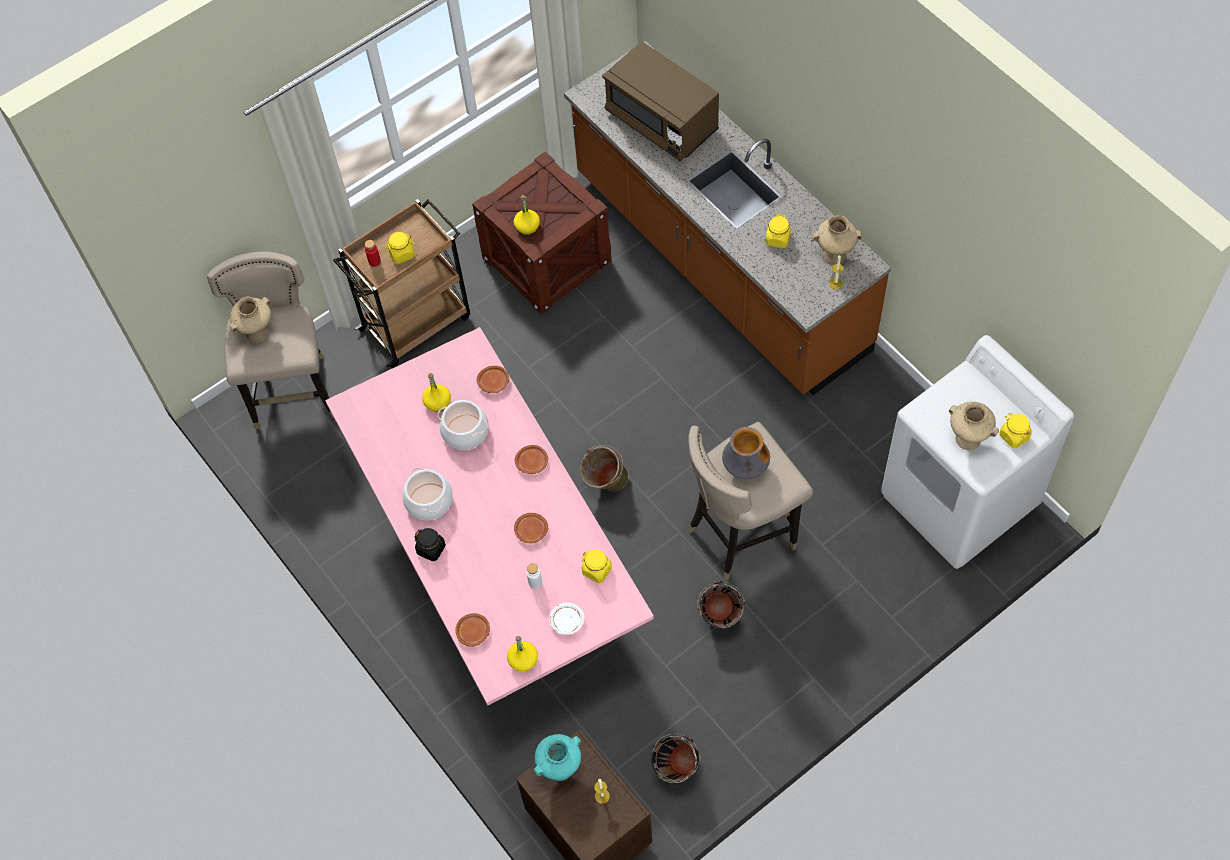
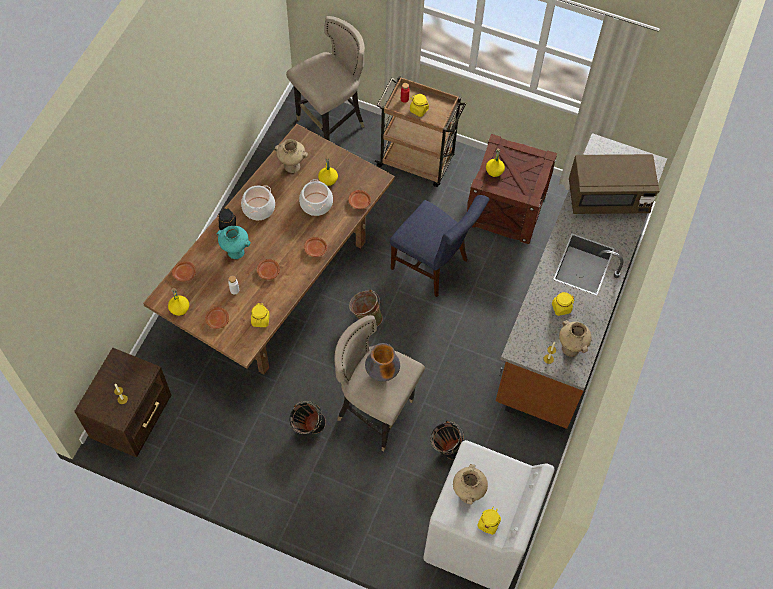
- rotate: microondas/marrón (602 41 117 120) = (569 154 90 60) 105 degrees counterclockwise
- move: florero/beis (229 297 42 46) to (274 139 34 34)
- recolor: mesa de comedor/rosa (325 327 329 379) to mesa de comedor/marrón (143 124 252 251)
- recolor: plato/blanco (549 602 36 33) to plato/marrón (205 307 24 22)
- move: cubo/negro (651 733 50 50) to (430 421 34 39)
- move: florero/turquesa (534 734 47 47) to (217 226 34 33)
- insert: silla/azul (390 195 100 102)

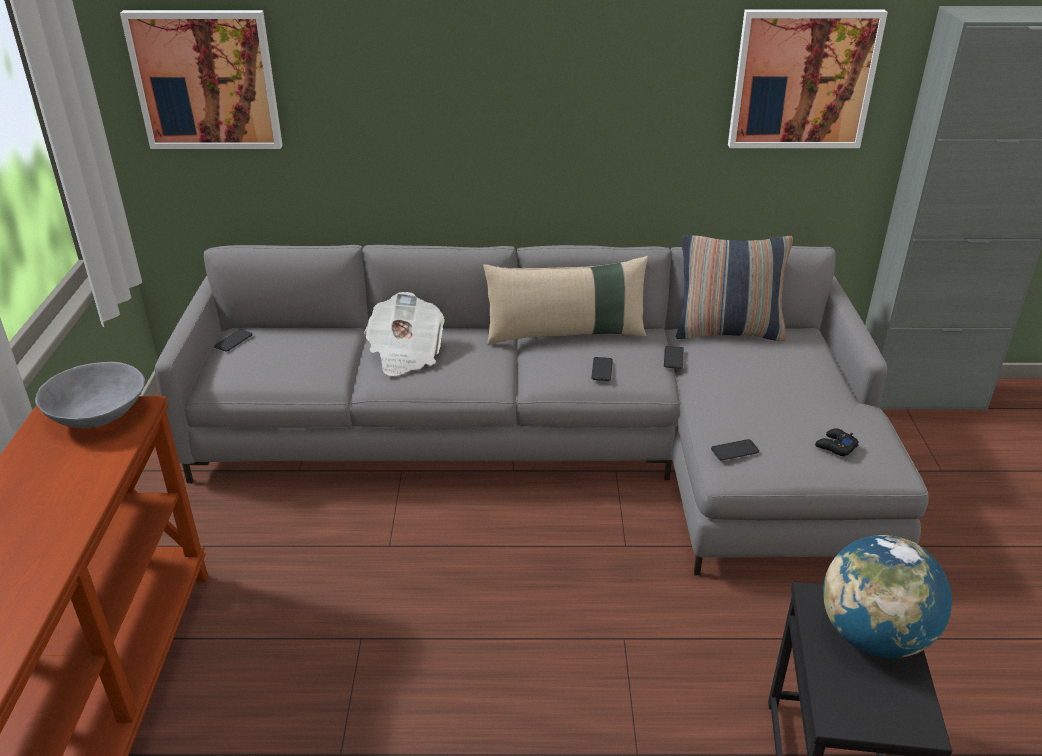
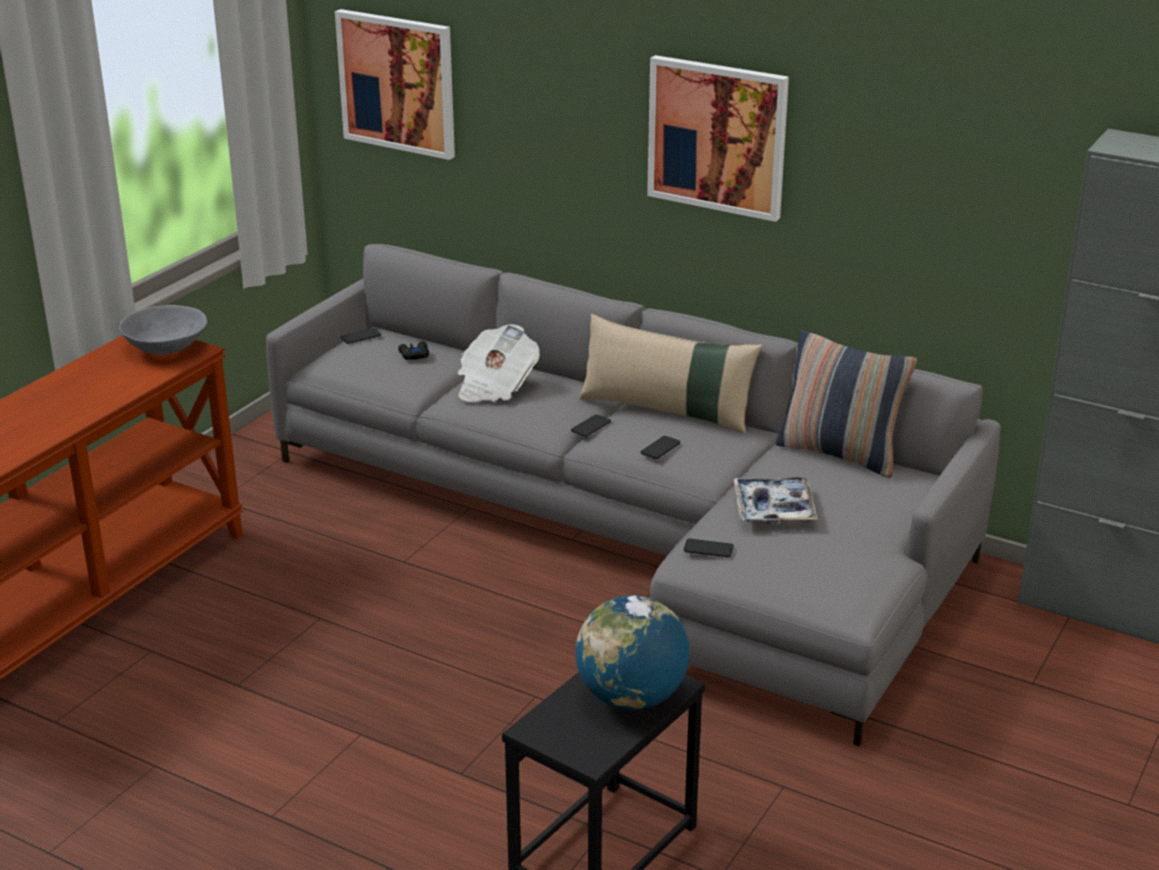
- move: cuadro (728 10 160 138) to (647 55 142 167)
- move: móvil (664 346 20 23) to (571 415 40 22)
- move: mando de consola/negro (815 428 44 28) to (398 342 31 18)
- insert: bandeja (734 477 83 48)

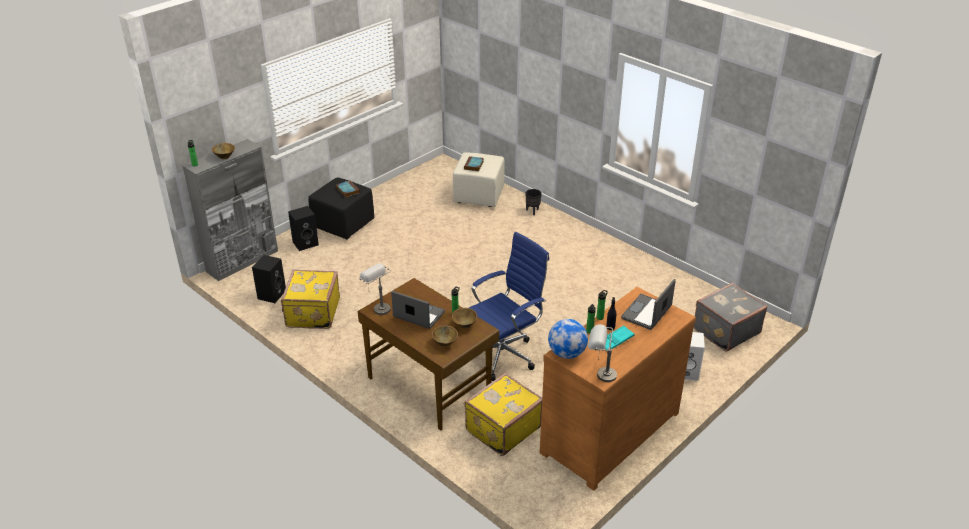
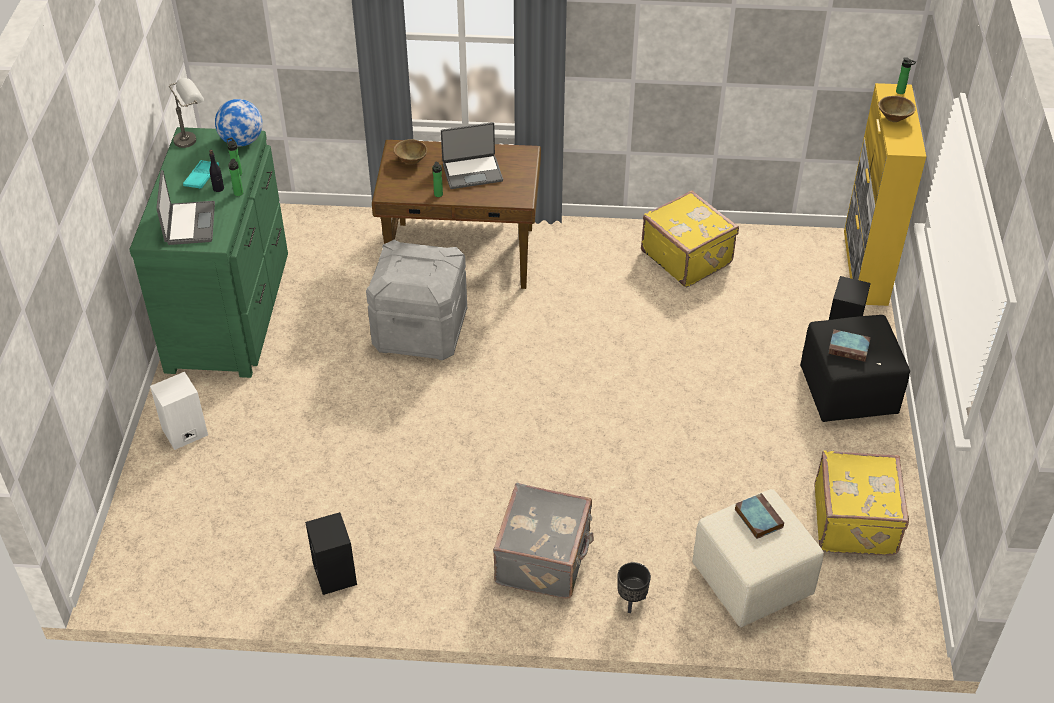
- recolor: armario/gris (183 139 95 142) to armario/amarillo (844 83 82 223)
- replace: silla de oficina/azul (469 232 80 149) to caja de almacenaje/gris (366 240 101 120)
- move: altavoz/negro (252 255 34 48) to (305 512 52 83)
- delete: lámpara de mesa/gris (359 263 32 52)
- move: maleta/gris (693 283 75 69) to (493 483 101 116)
- recolor: cómoda/marrón (540 287 156 204) to cómoda/verde (129 127 159 251)
- delete: cuenco/marrón (452 308 25 20)
- move: maleta/amarillo (465 373 77 83) to (815 450 94 106)

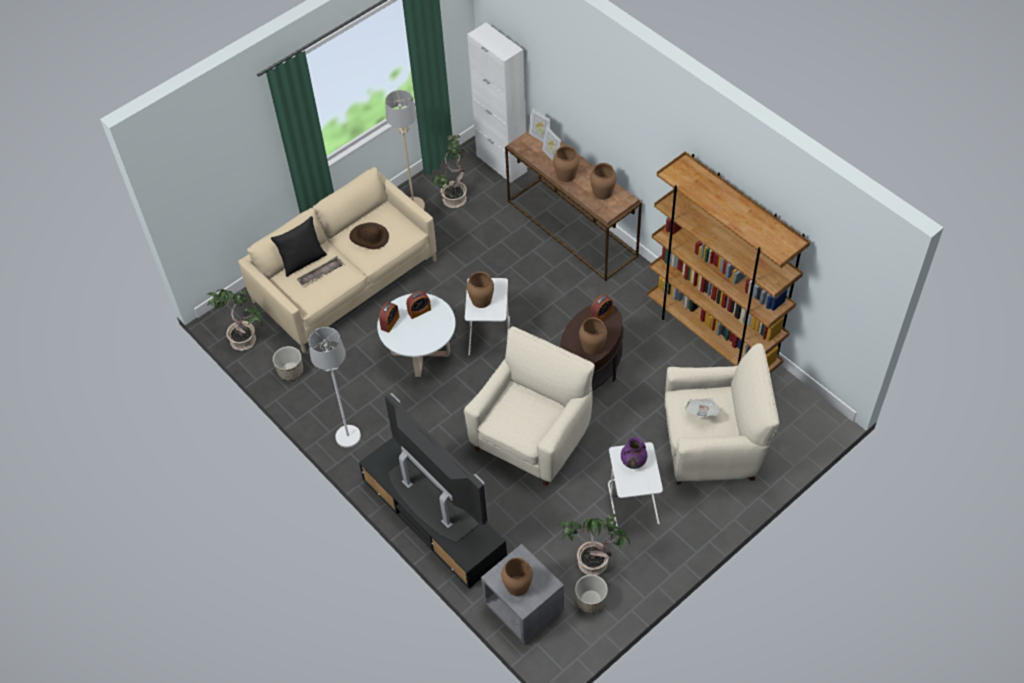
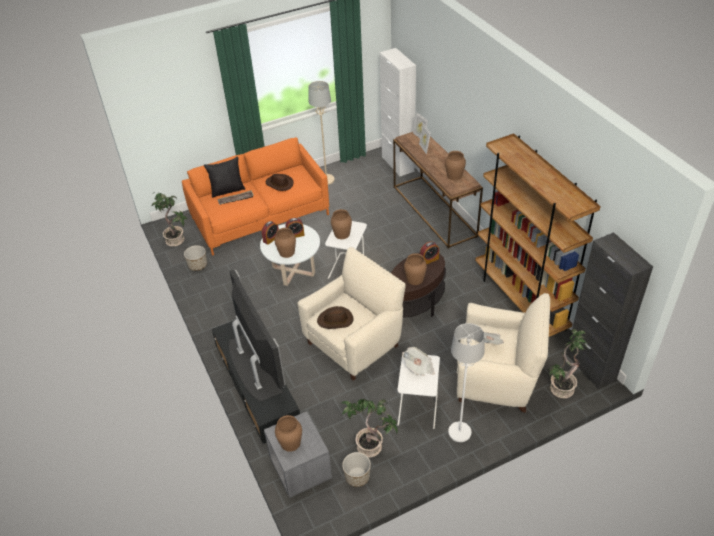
- move: planta en maceta (433 135 35 73) to (548 329 40 69)
- move: florero/marrón (553 146 26 36) to (274 228 22 30)
- recolor: sofá/beis (238 167 199 186) to sofá/naranja (182 137 147 119)
- move: lámpara de pie/blanco (309 327 52 121) to (448 323 36 119)
- replace: florero/morado (621 437 26 32) to periódico (402 347 33 29)
- insert: armario/negro (566 232 87 157)
- insert: sombrero/marrón (317 306 37 23)

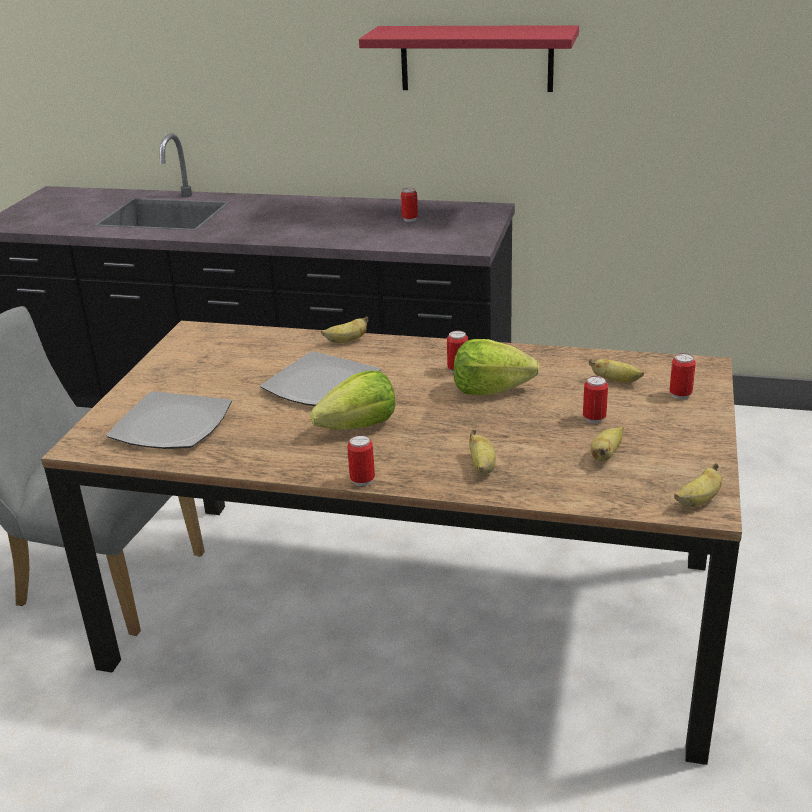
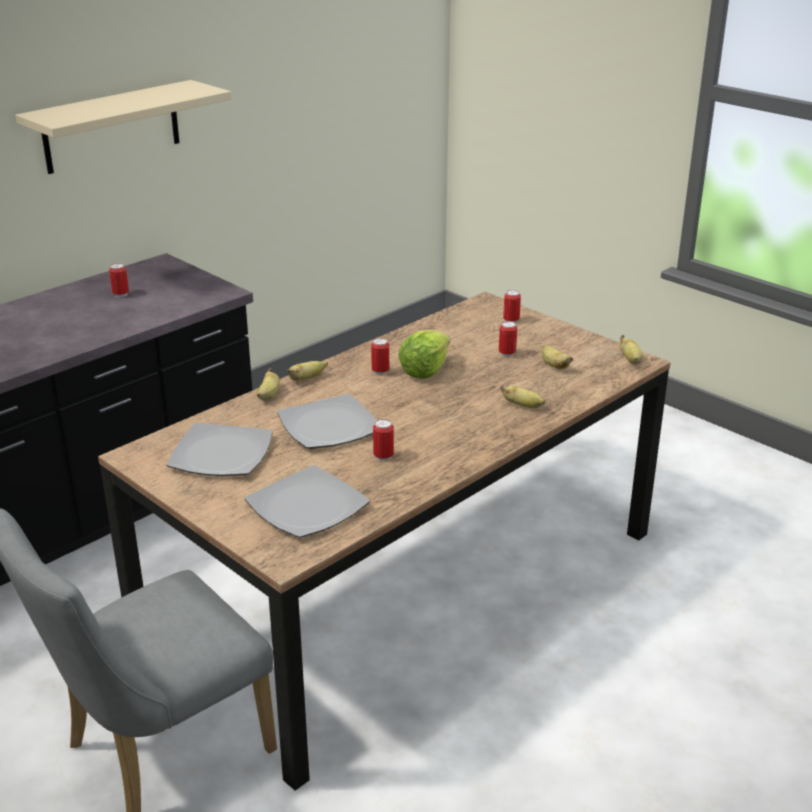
- recolor: estante/rojo (359 25 220 67) to estante/beis (15 80 217 94)
- move: plátano (589 359 55 24) to (287 361 41 20)
- delete: lechuga (310 371 86 59)
- move: lata (347 435 28 51) to (373 419 21 42)
- insert: plato (166 423 107 53)

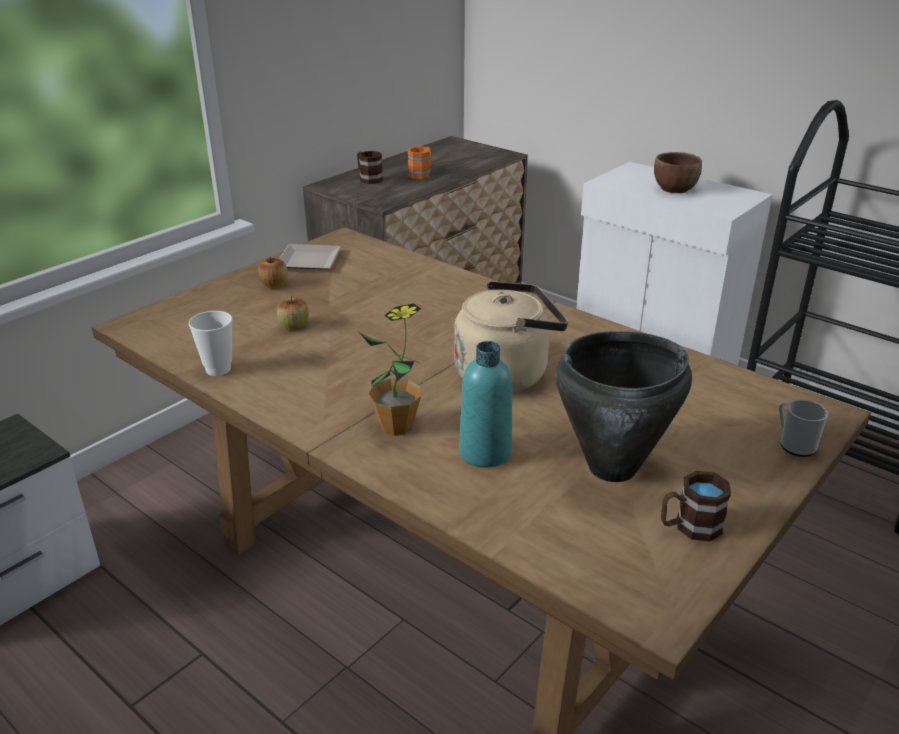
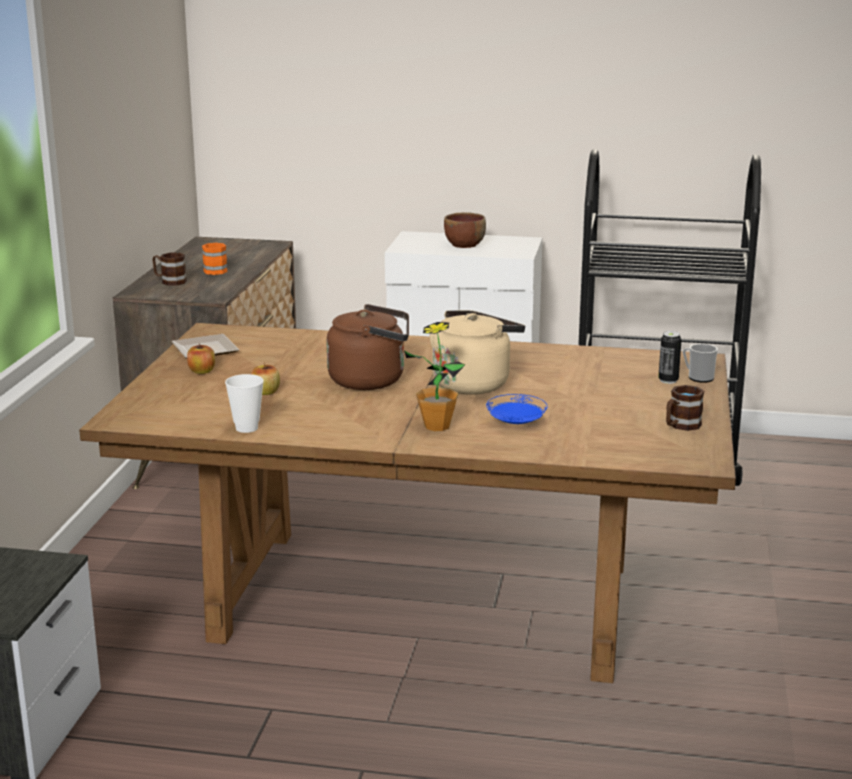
- delete: olla/negro (556 331 136 151)
- replace: botella/turquesa (459 341 53 127) to plato/azul (486 394 61 30)
- insert: hervidor/marrón (327 304 82 86)
- insert: lata (658 331 24 53)

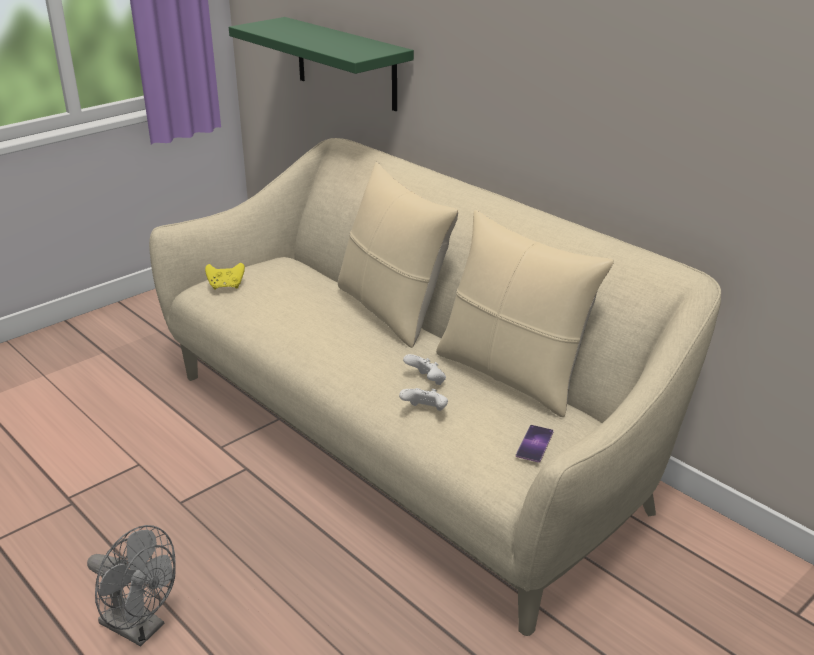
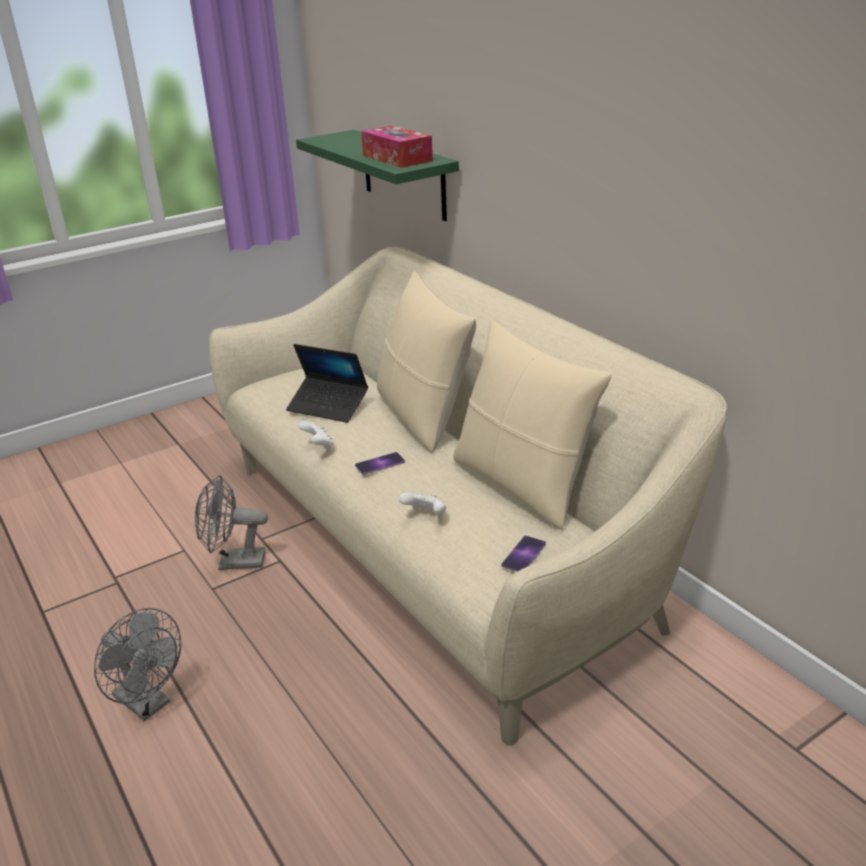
- delete: mando de consola/amarillo (205 263 40 27)
- move: mando de consola/blanco (403 354 43 31) to (298 421 36 29)
- insert: caja de pañuelos (361 125 72 43)
- insert: portátil (286 344 82 79)
- insert: móvil (355 452 50 23)
- insert: ventilador/gris (195 475 73 95)

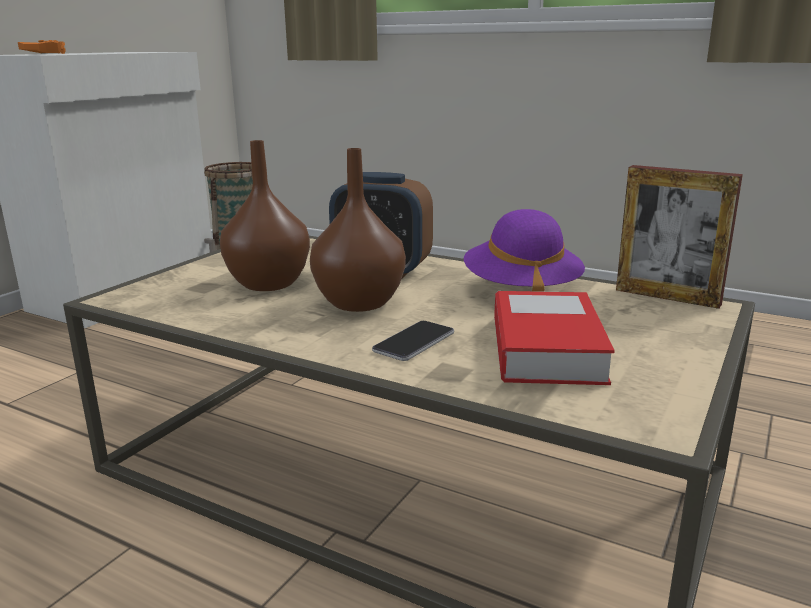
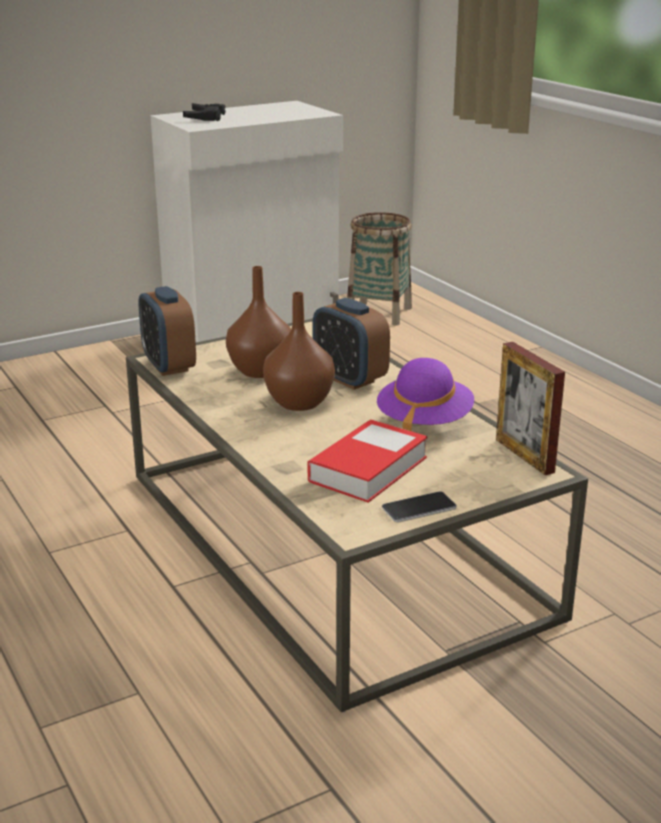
- recolor: mando de consola/naranja (18 40 48 14) to mando de consola/negro (183 103 43 18)
- move: móvil (372 321 82 40) to (382 491 75 32)
- insert: despertador (138 286 58 90)

